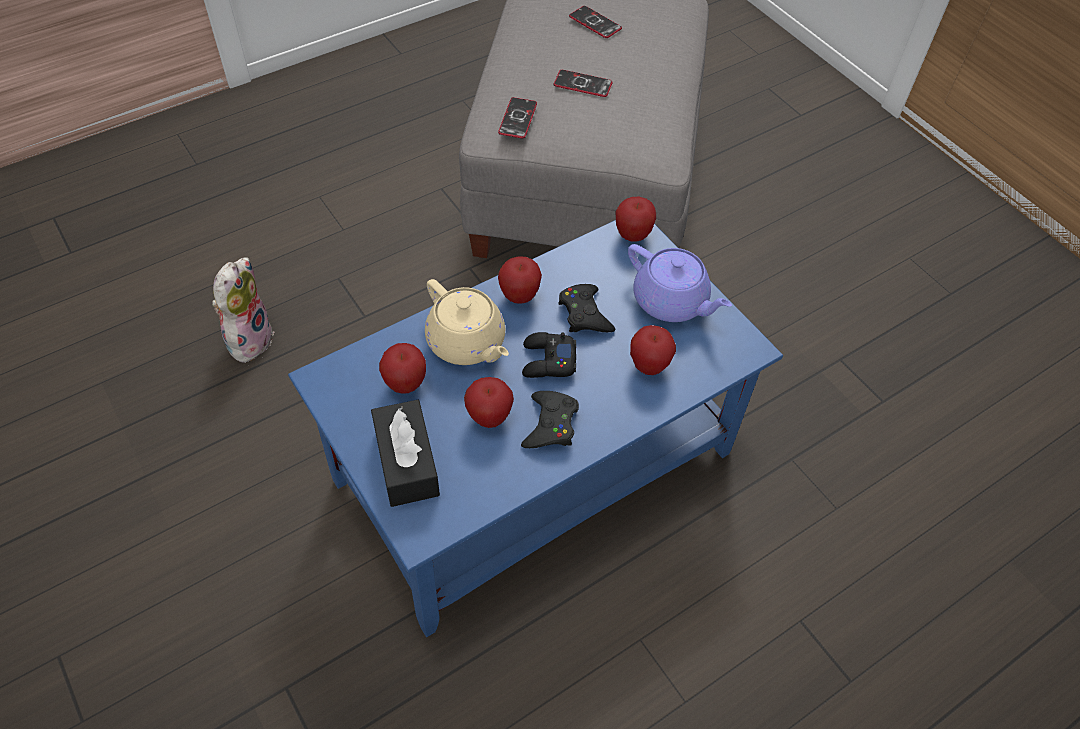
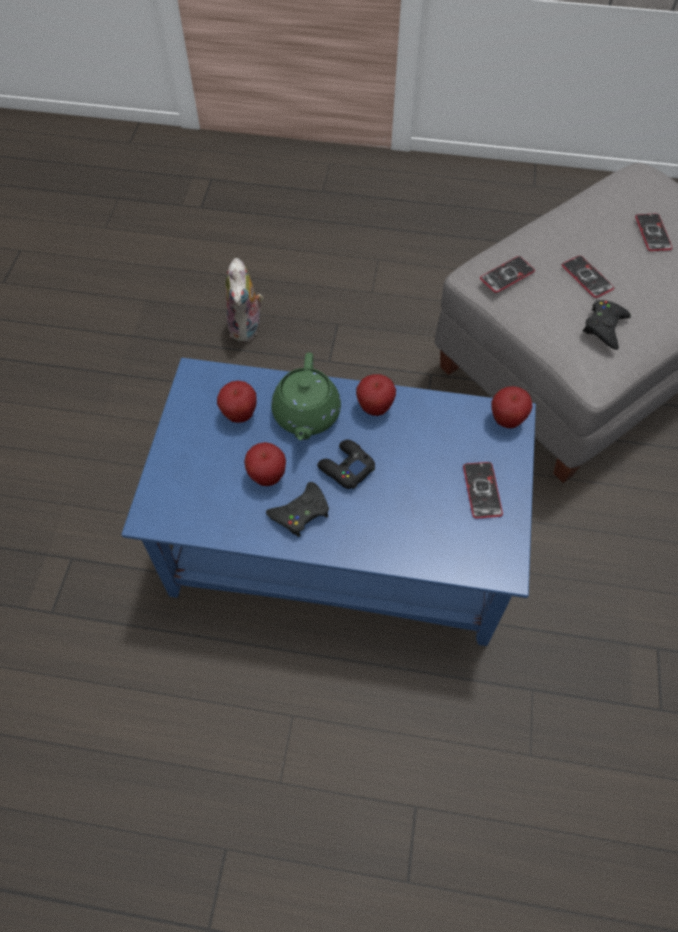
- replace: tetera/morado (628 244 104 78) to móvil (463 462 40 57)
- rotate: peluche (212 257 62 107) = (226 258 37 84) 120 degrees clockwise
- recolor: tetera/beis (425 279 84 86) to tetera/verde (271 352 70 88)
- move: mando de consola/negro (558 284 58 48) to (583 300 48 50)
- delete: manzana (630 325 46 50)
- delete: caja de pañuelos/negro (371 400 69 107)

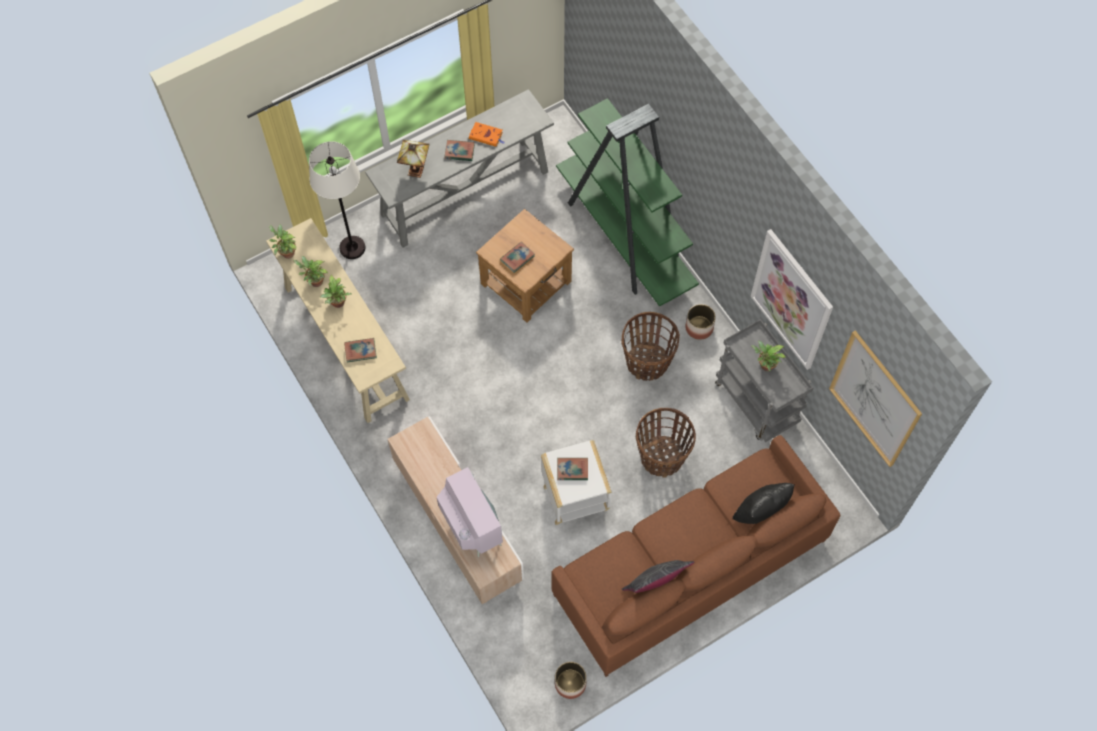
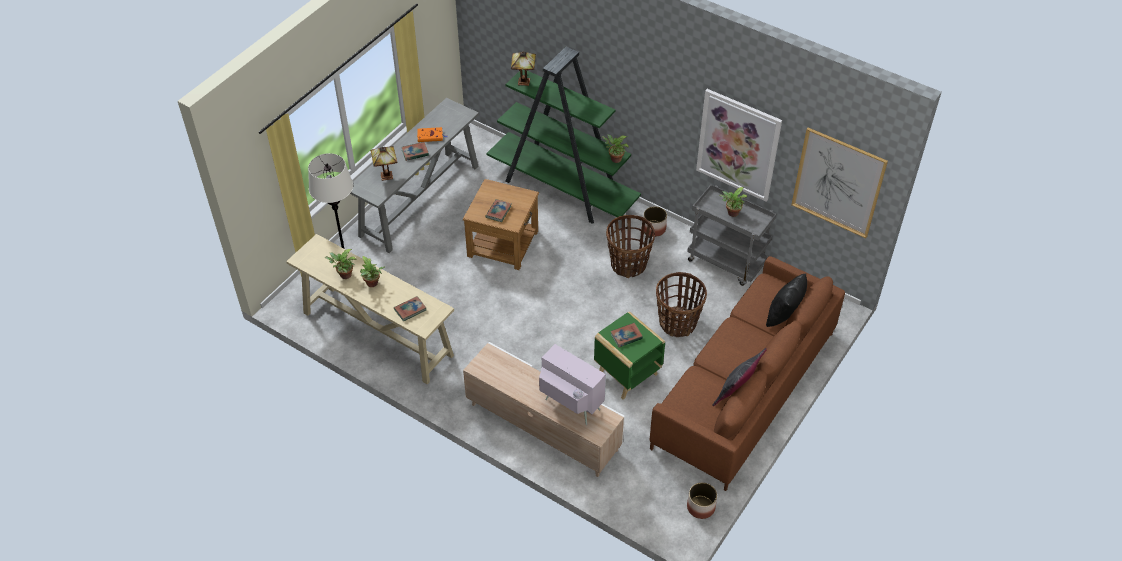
- move: planta en maceta (269 225 28 34) to (601 134 28 29)
- recolor: mesa auxiliar/blanco (541 440 71 85) to mesa auxiliar/verde (594 312 71 88)
- insert: lámpara de mesa (511 52 25 34)

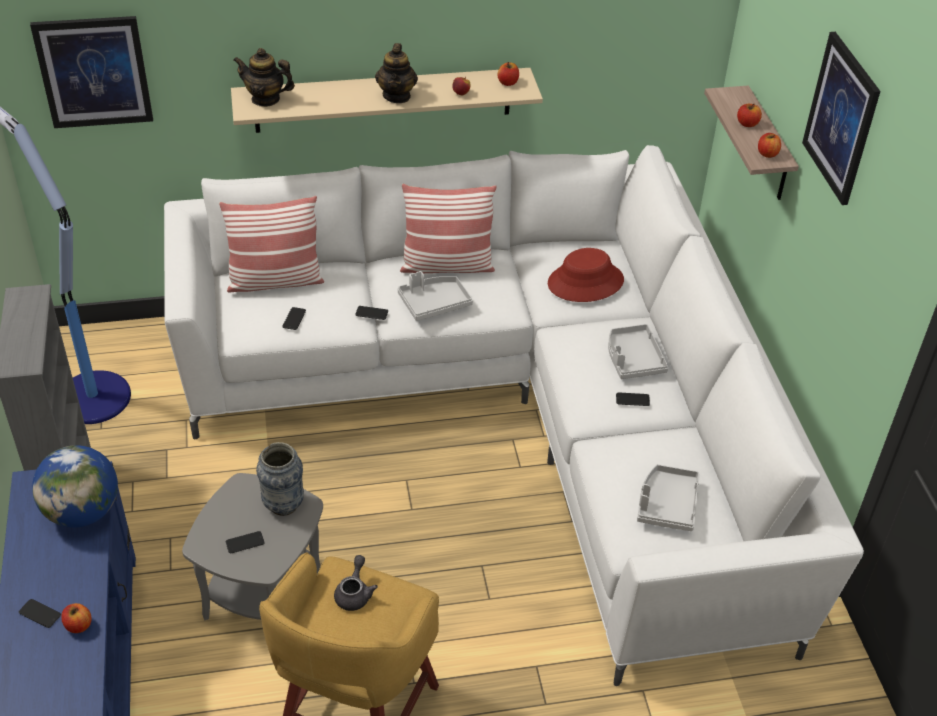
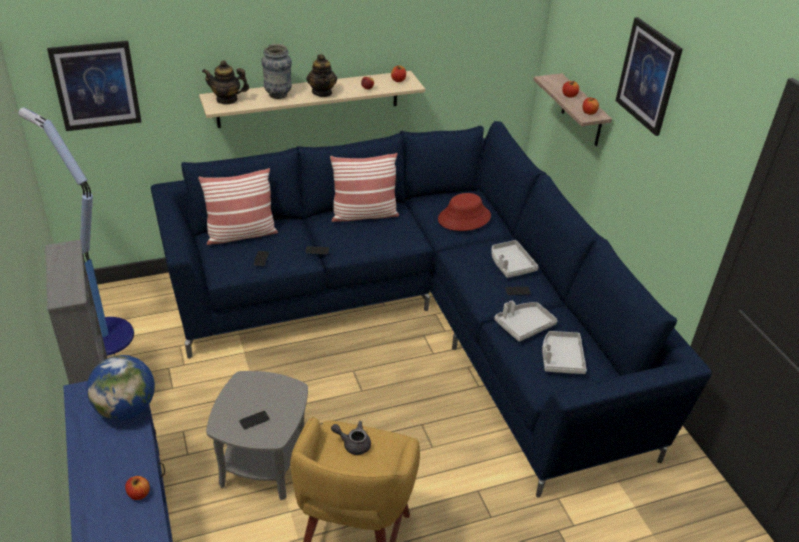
- recolor: sofá/blanco (164 145 700 541) to sofá/azul (151 121 561 377)
- move: bandeja/gris (398 271 75 50) to (494 301 64 41)
- move: florero (256 442 48 74) to (261 44 31 55)
- rotate: tetera/gris (334 555 44 56) = (331 421 40 34) 75 degrees counterclockwise
- delete: móvil (19 599 42 29)

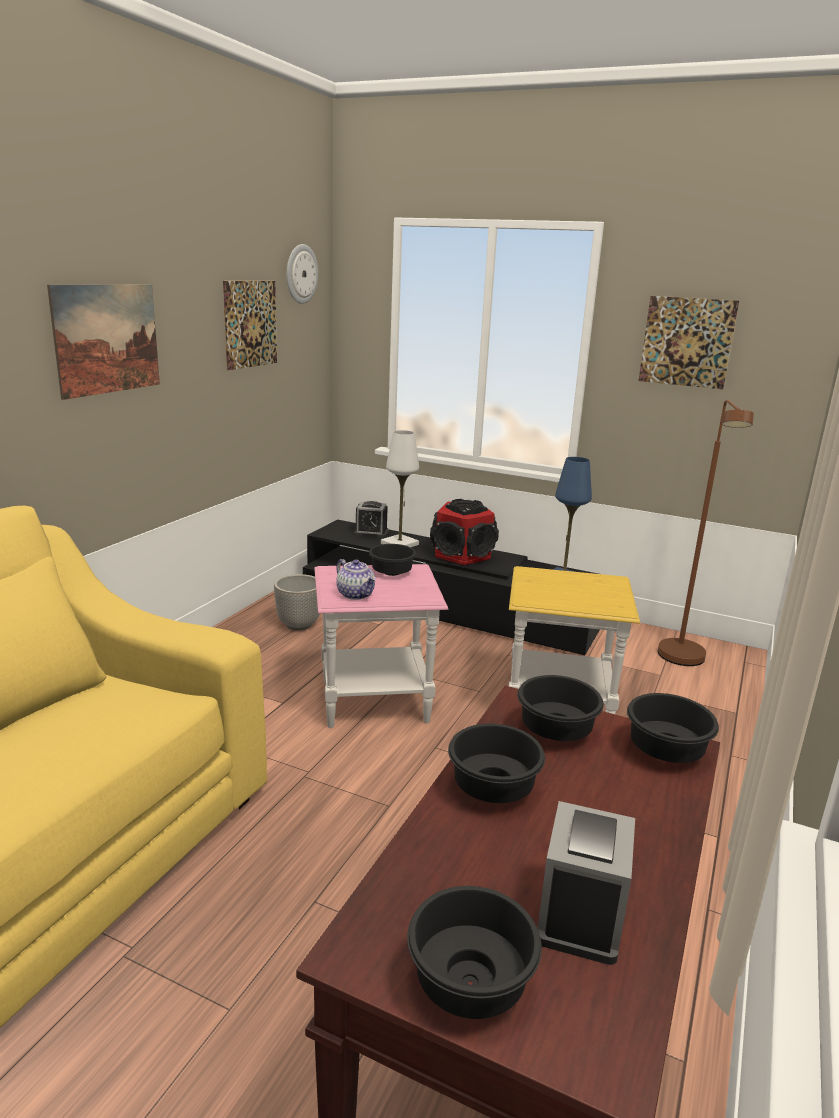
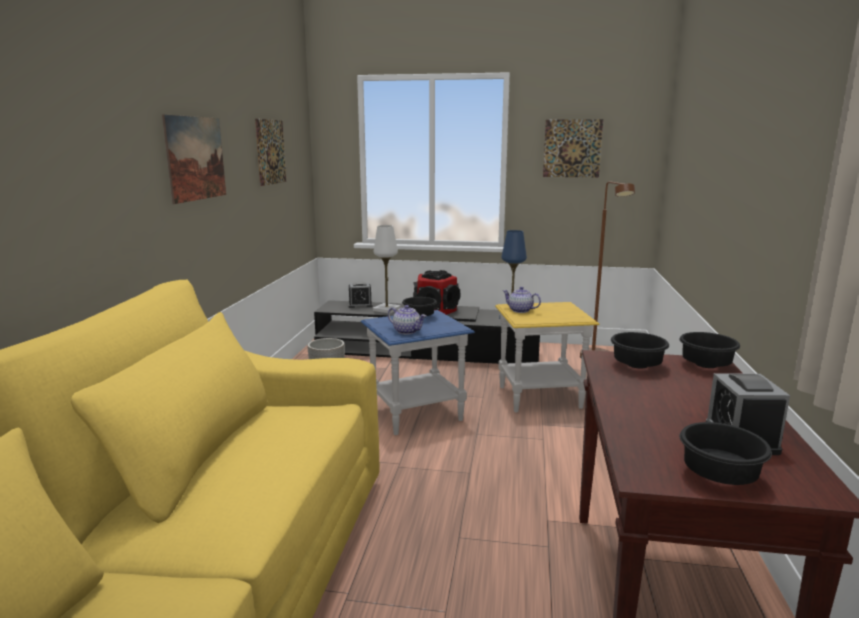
- delete: reloj de pared (287 244 31 60)
- recolor: mesa auxiliar/rosa (314 564 134 164) to mesa auxiliar/azul (361 310 114 125)
- delete: cuenco/negro (448 724 97 79)
- insert: tetera (503 287 38 26)

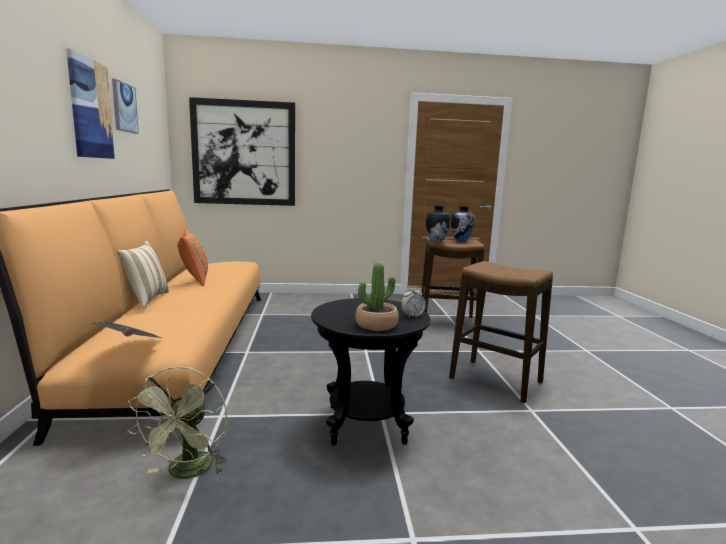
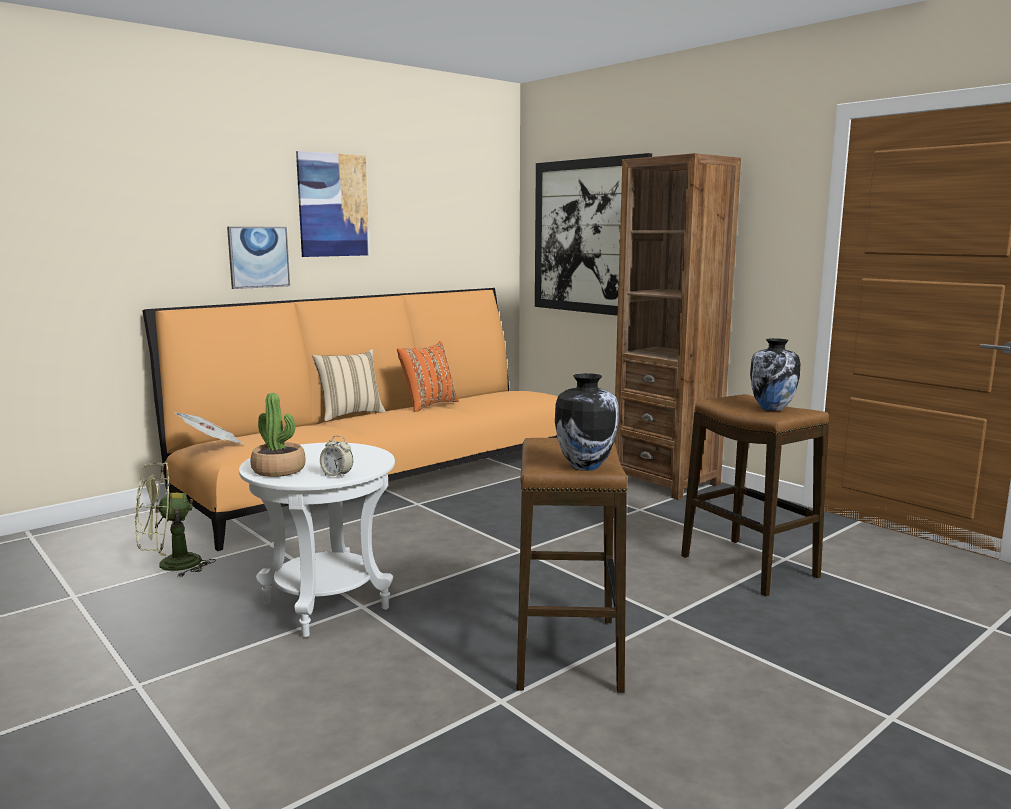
- move: cuadro (112 79 27 55) to (227 227 63 62)
- move: florero (426 206 24 36) to (555 373 63 98)
- recolor: mesa auxiliar/negro (311 298 119 148) to mesa auxiliar/blanco (239 442 156 196)
- insert: estantería/marrón (614 153 127 347)

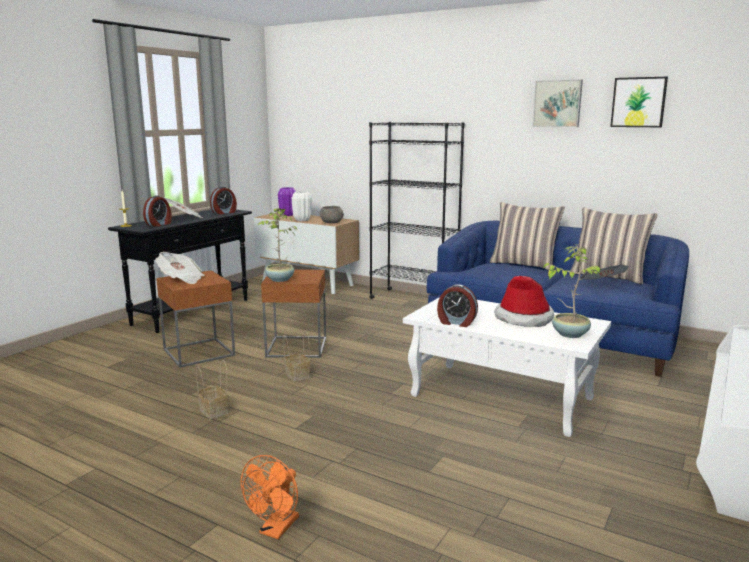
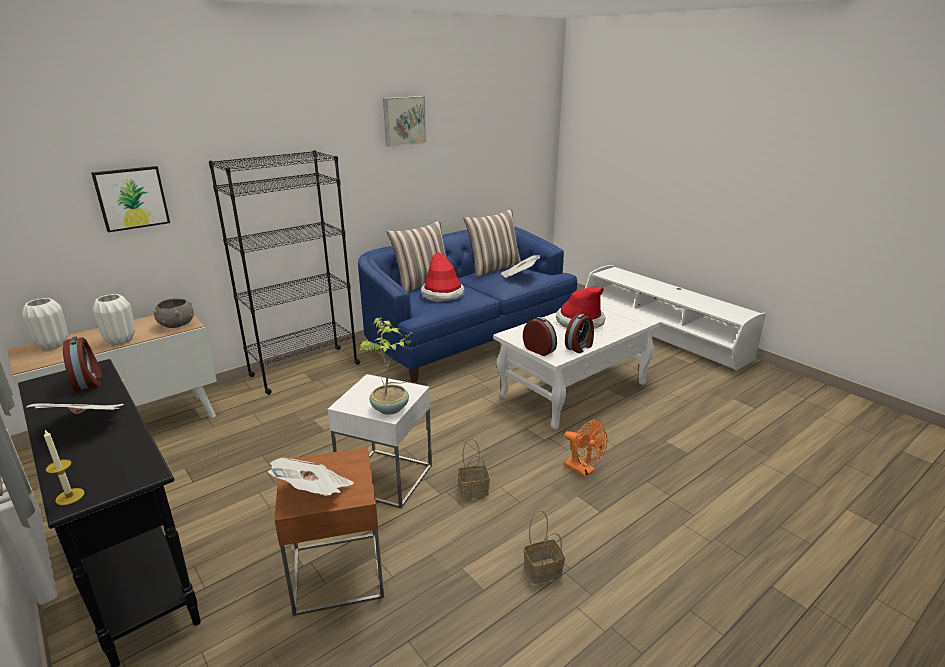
- move: cuadro (610 77 58 50) to (91 166 79 66)
- recolor: florero/morado (278 187 18 29) to florero/blanco (22 298 46 52)
- move: despertador (143 196 29 31) to (523 317 34 39)
- delete: planta en maceta (543 244 58 94)
- recolor: mesa auxiliar/marrón (261 270 65 88) to mesa auxiliar/blanco (327 374 105 134)
- move: ventilador/naranja (241 455 58 84) to (564 419 43 59)
- insert: sombrero (421 252 44 50)

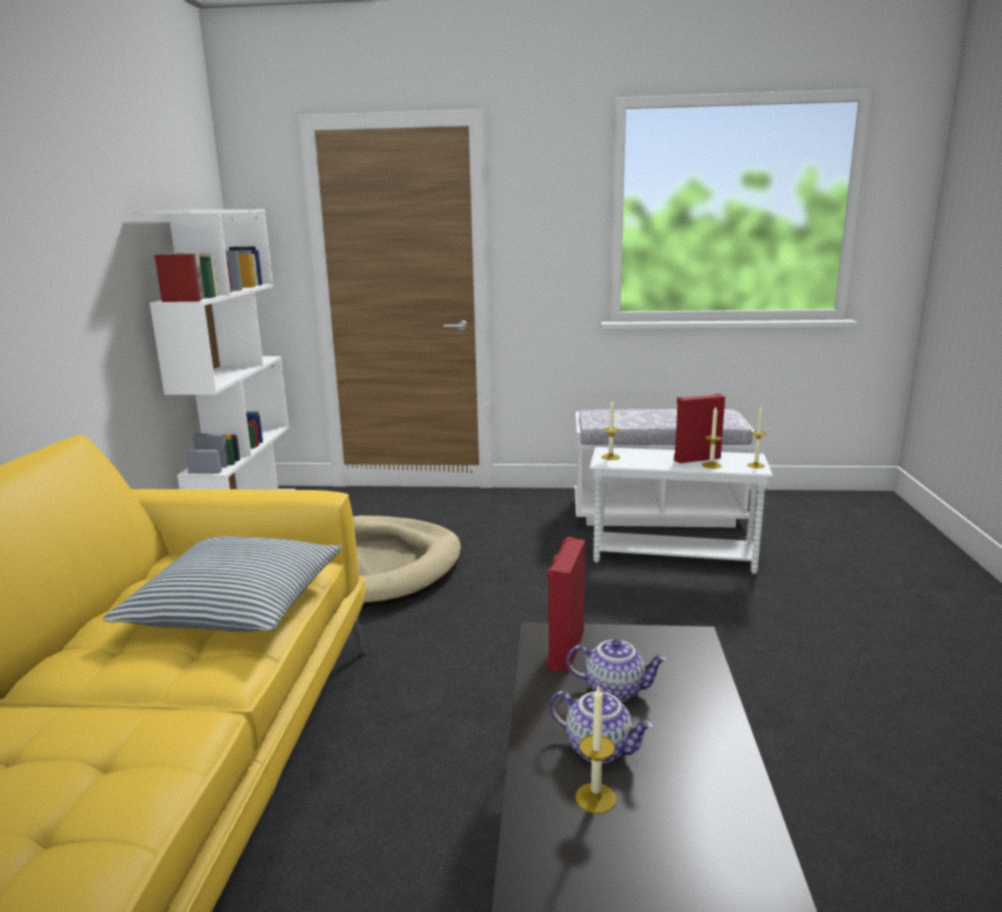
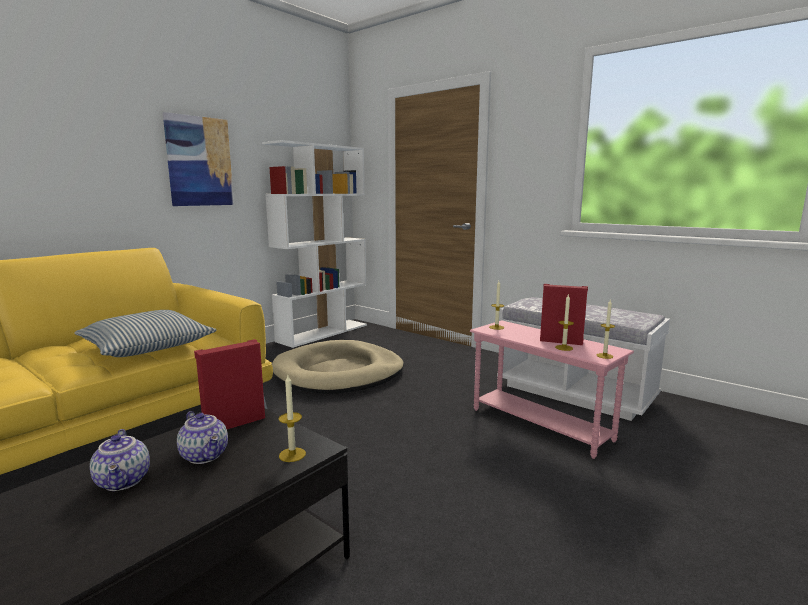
- recolor: mesa auxiliar/blanco (589 447 184 127) to mesa auxiliar/rosa (470 320 164 139)
- move: vela (576 684 41 129) to (279 375 27 87)
- insert: cuadro (163 112 71 94)

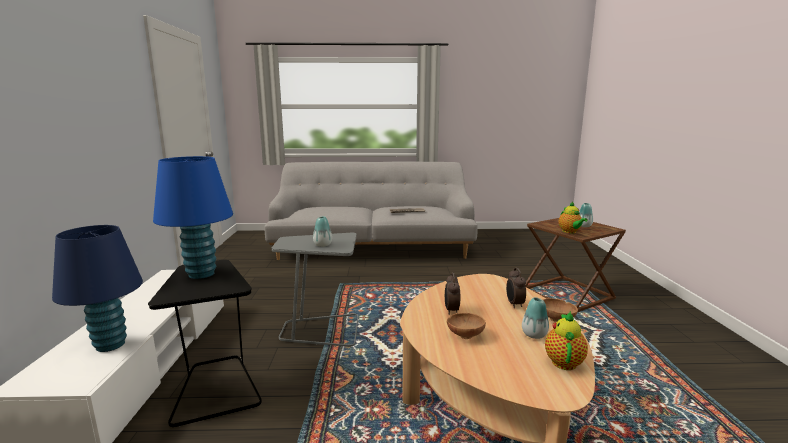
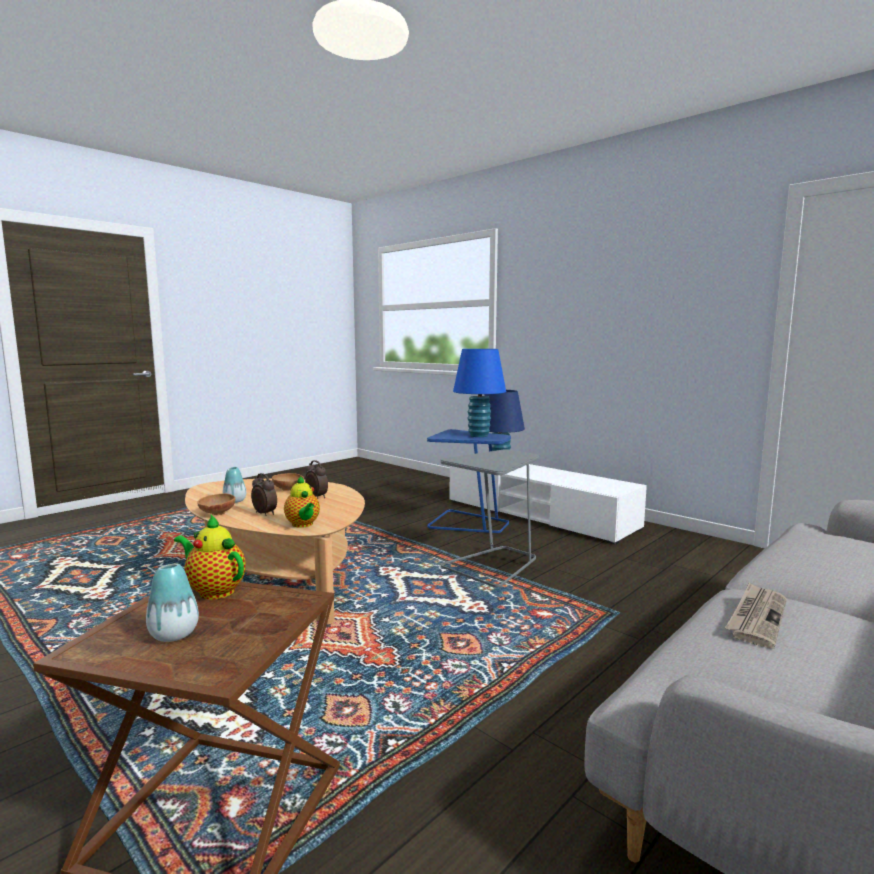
- delete: florero (313 216 19 31)
- recolor: mesa auxiliar/negro (148 260 114 167) to mesa auxiliar/azul (427 429 84 104)
- move: tetera (545 311 43 59) to (284 476 36 52)

